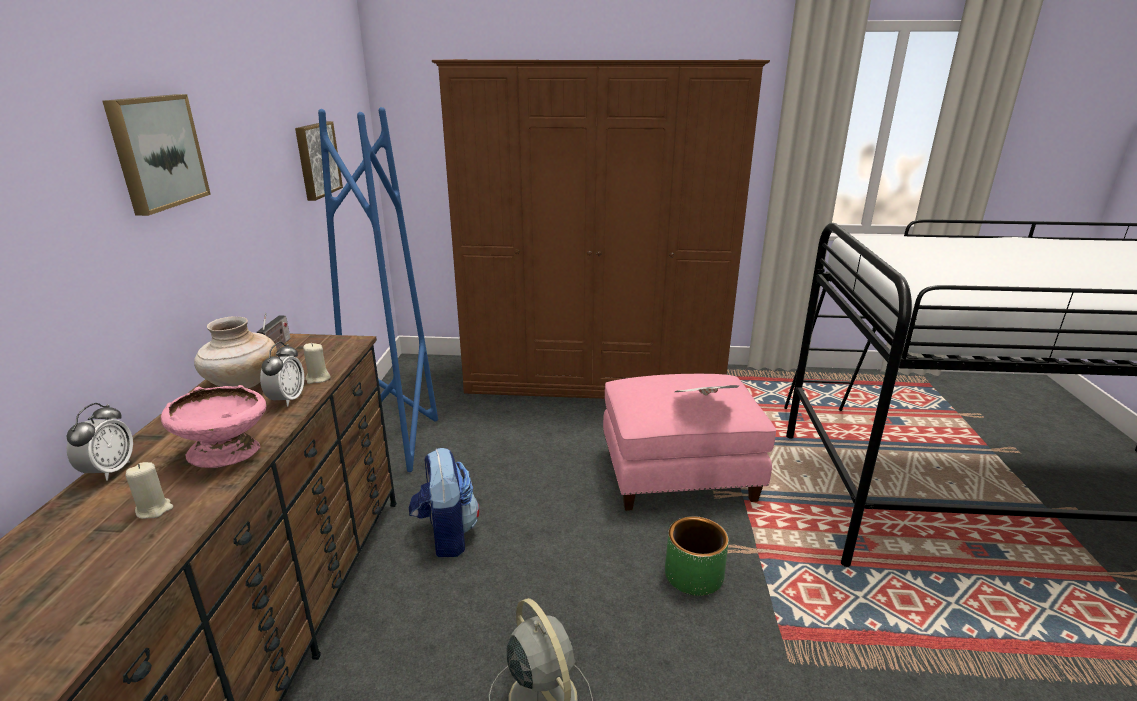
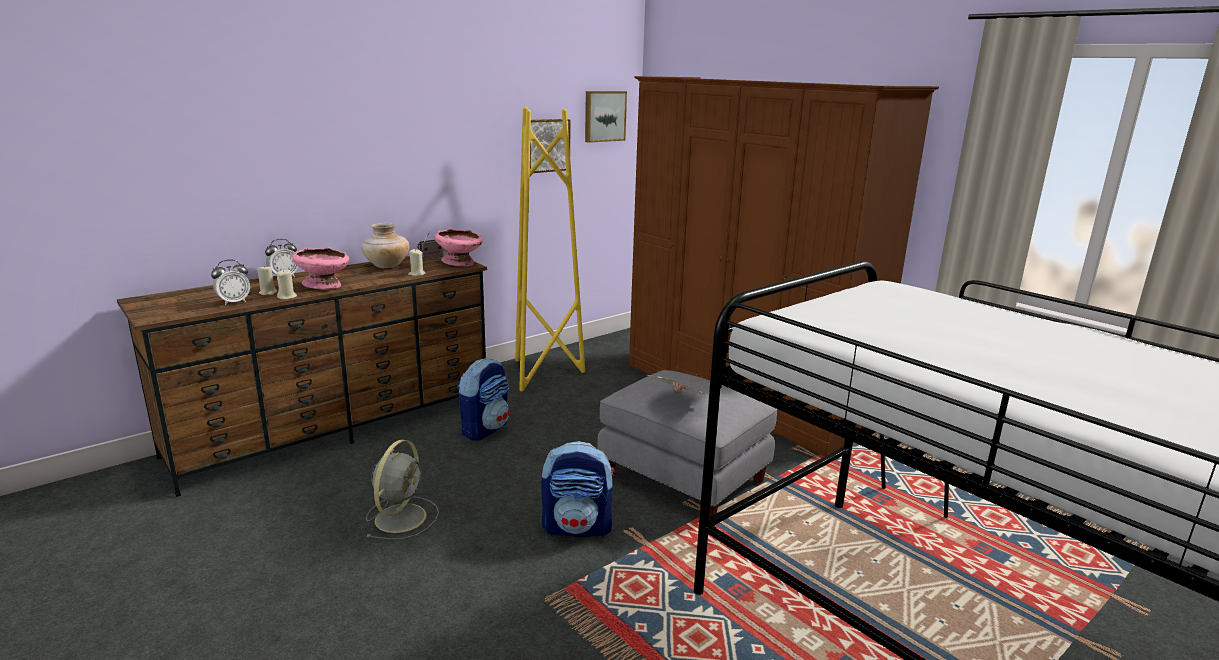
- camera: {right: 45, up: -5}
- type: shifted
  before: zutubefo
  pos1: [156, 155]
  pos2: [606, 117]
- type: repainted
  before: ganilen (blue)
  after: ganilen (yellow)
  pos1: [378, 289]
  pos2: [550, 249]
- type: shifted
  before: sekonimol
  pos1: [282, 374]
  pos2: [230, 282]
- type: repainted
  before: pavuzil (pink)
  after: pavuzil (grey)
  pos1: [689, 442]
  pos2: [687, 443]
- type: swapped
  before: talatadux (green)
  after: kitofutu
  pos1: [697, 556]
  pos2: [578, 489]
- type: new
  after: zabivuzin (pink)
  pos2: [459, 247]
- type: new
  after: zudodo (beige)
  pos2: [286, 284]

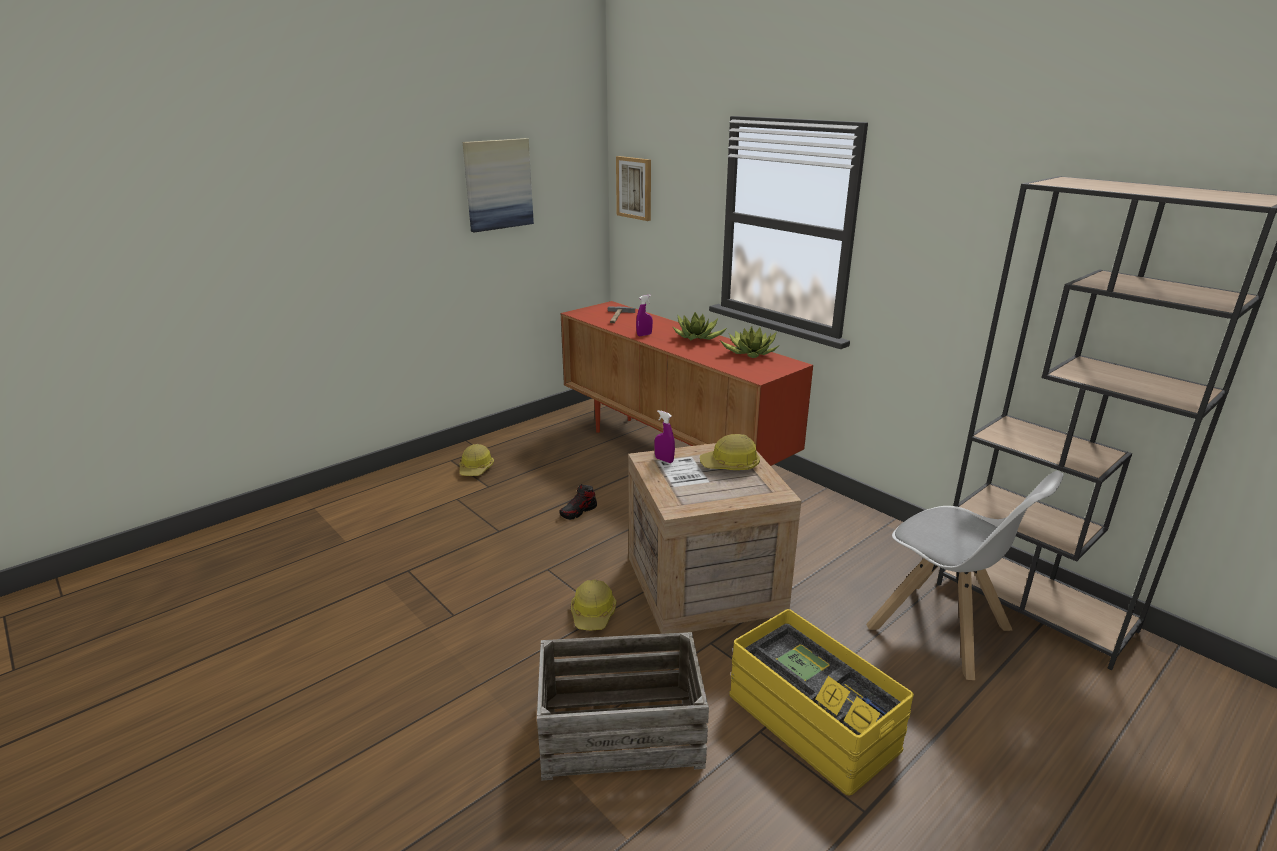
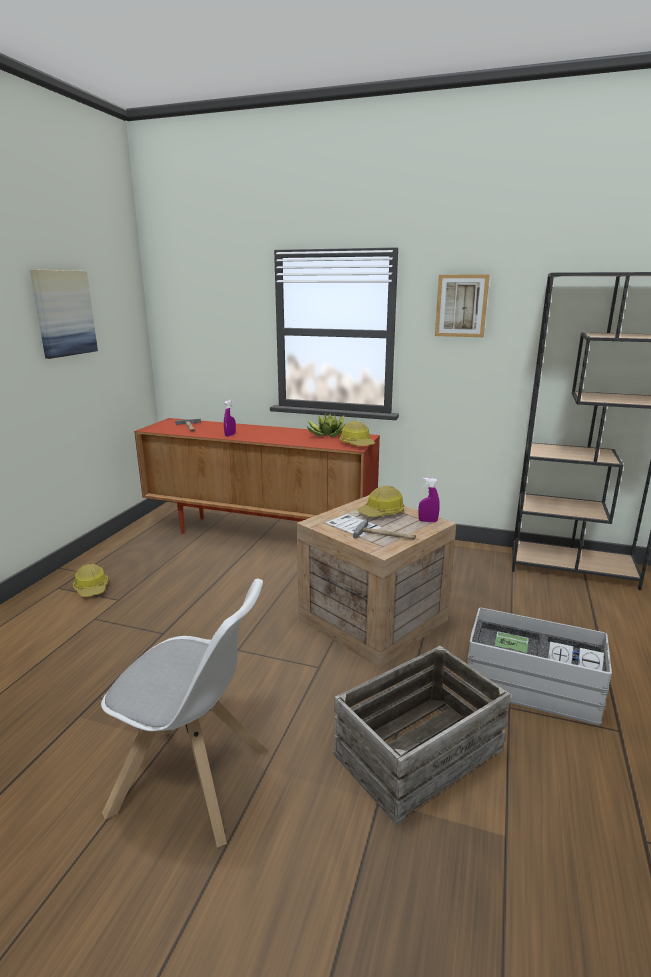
- camera: {right: -30, up: -5}
- type: shifted
  before: zutubefo
  pos1: [633, 188]
  pos2: [462, 305]
- type: gone
  before: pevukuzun
  pos1: [700, 326]
- type: shifted
  before: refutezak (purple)
  pos1: [664, 436]
  pos2: [429, 500]
- type: shifted
  before: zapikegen
  pos1: [965, 575]
  pos2: [184, 713]
- type: gone
  before: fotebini
  pos1: [578, 502]
- type: shifted
  before: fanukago
  pos1: [593, 604]
  pos2: [357, 433]
- type: repainted
  before: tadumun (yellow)
  after: tadumun (grey)
  pos1: [821, 702]
  pos2: [538, 666]
- type: new
  after: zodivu
  pos2: [384, 529]

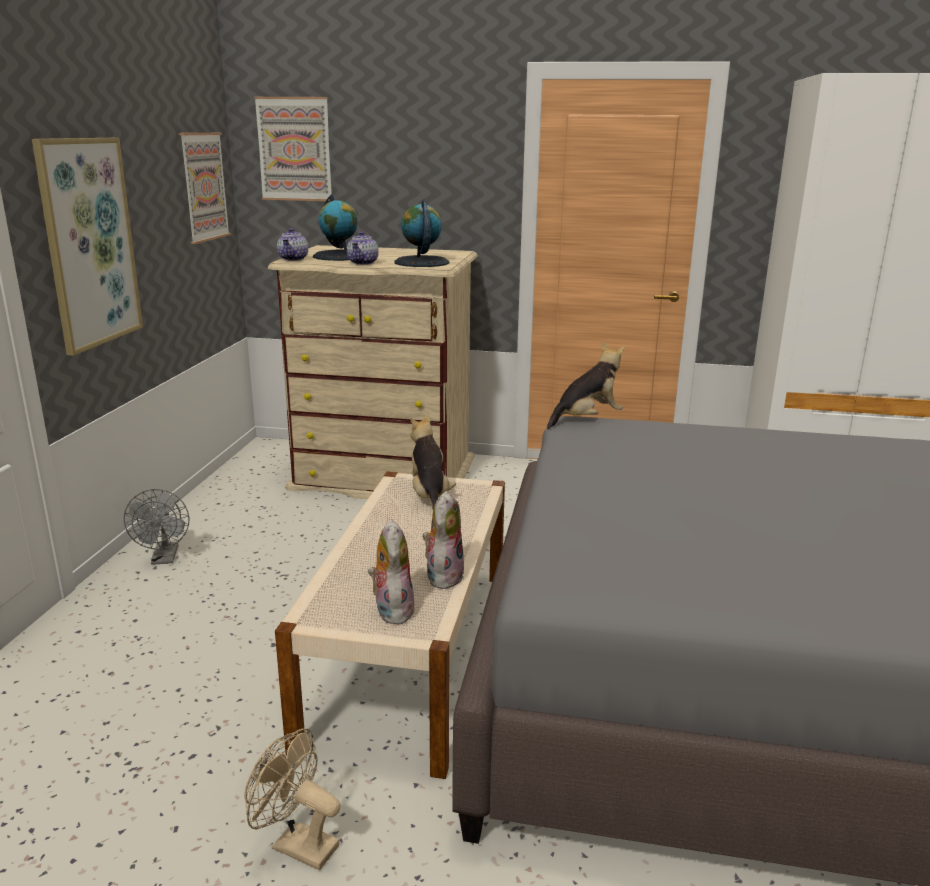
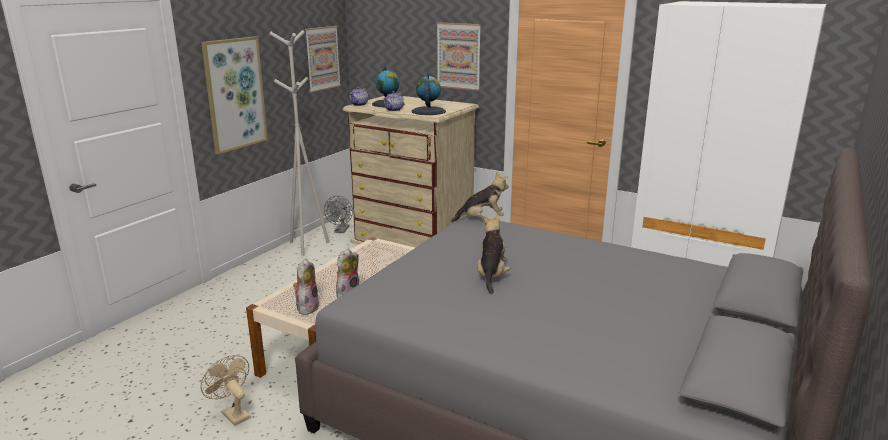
- camera: {right: 20, up: 0}
- type: shifted
  before: zutubefo
  pos1: [293, 149]
  pos2: [459, 56]
- type: shifted
  before: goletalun
  pos1: [433, 461]
  pos2: [494, 254]
- type: shifted
  before: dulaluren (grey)
  pos1: [156, 527]
  pos2: [338, 214]
- type: new
  after: ganilen (grey)
  pos2: [299, 143]

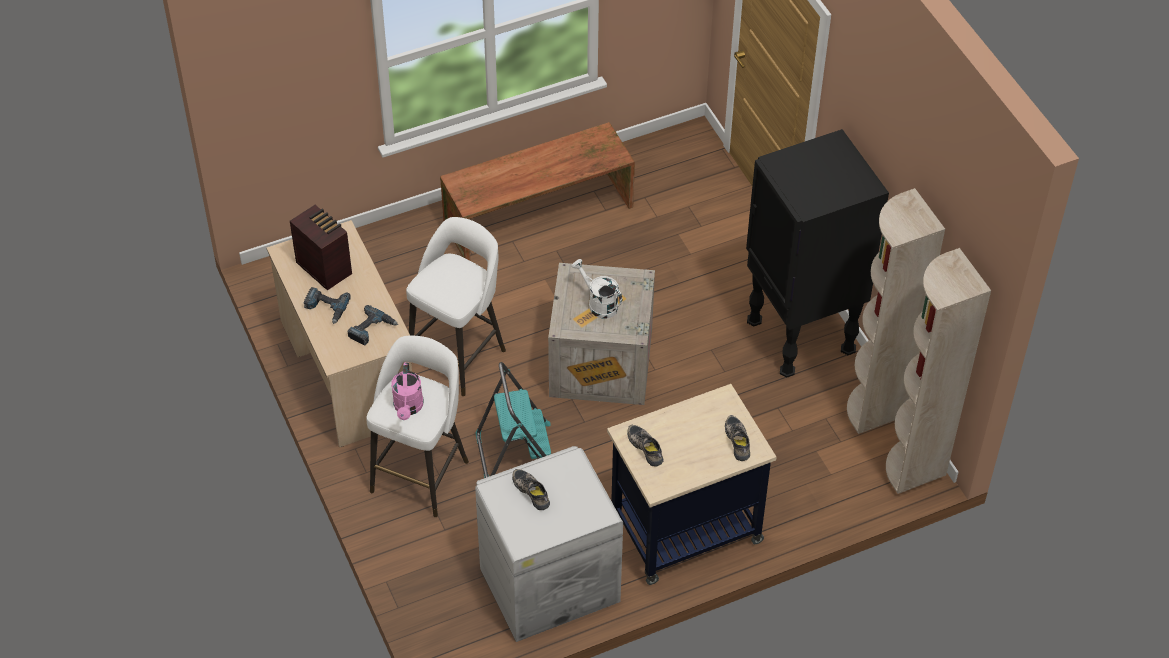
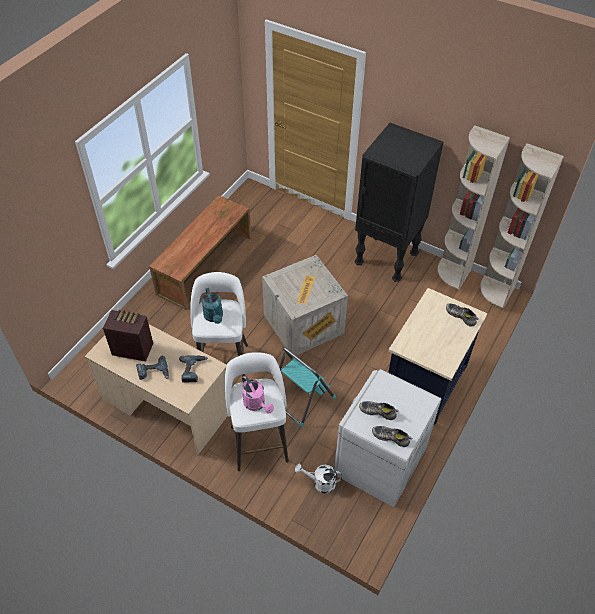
- camera: {right: -35, up: 0}
- type: shifted
  before: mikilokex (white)
  pos1: [597, 288]
  pos2: [318, 478]
- type: shifted
  before: fotebini
  pos1: [645, 445]
  pos2: [392, 436]
- type: new
  after: mikilokex (turquoise)
  pos2: [212, 306]

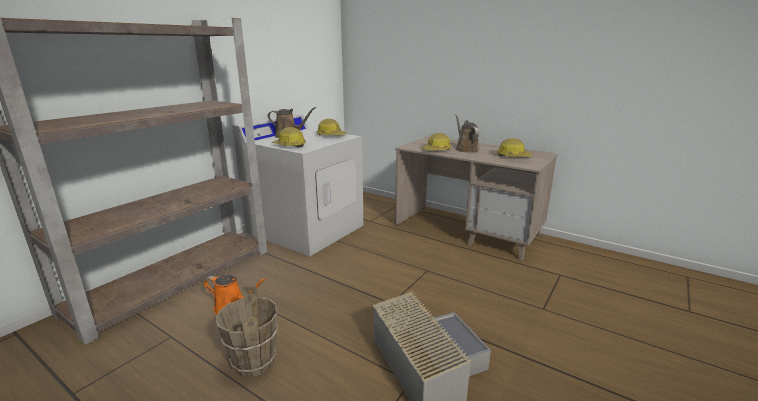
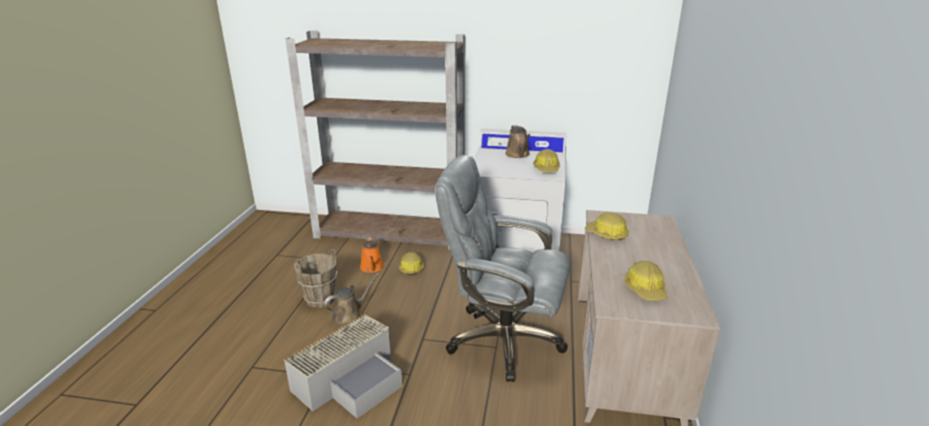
- camera: {right: 65, up: 5}
- type: shifted
  before: mikilokex (brown)
  pos1: [467, 133]
  pos2: [351, 299]
- type: shifted
  before: fanukago
  pos1: [289, 137]
  pos2: [411, 263]
- type: new
  after: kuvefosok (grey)
  pos2: [502, 268]

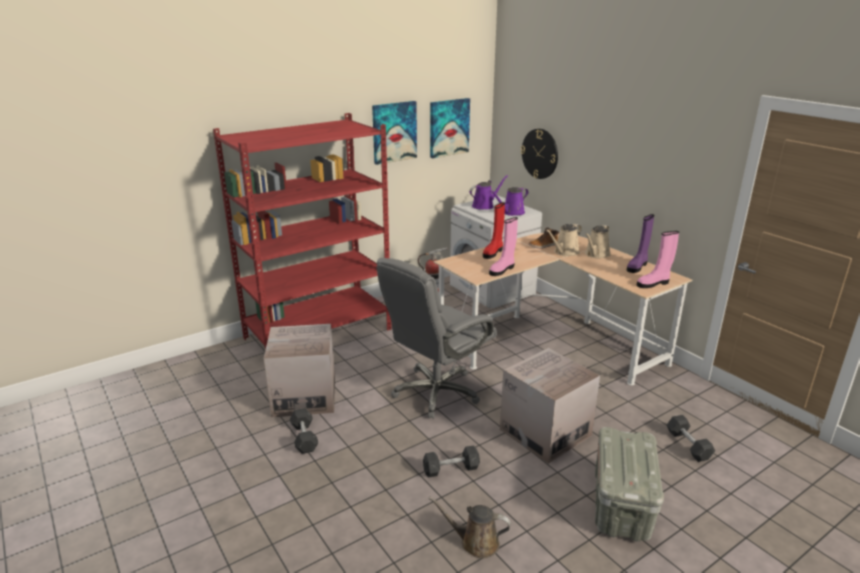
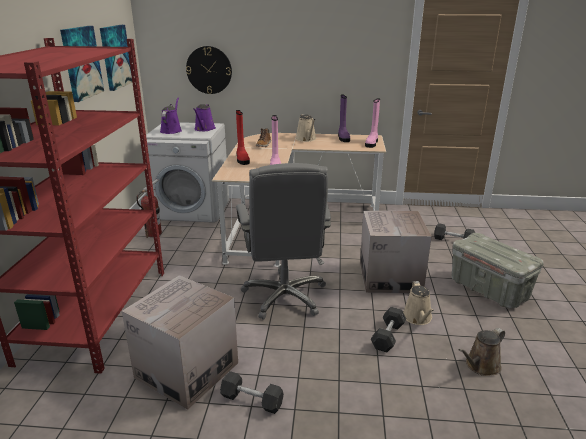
- camera: {right: -50, up: 0}
- type: shifted
  before: mikilokex (beige)
  pos1: [564, 240]
  pos2: [418, 303]

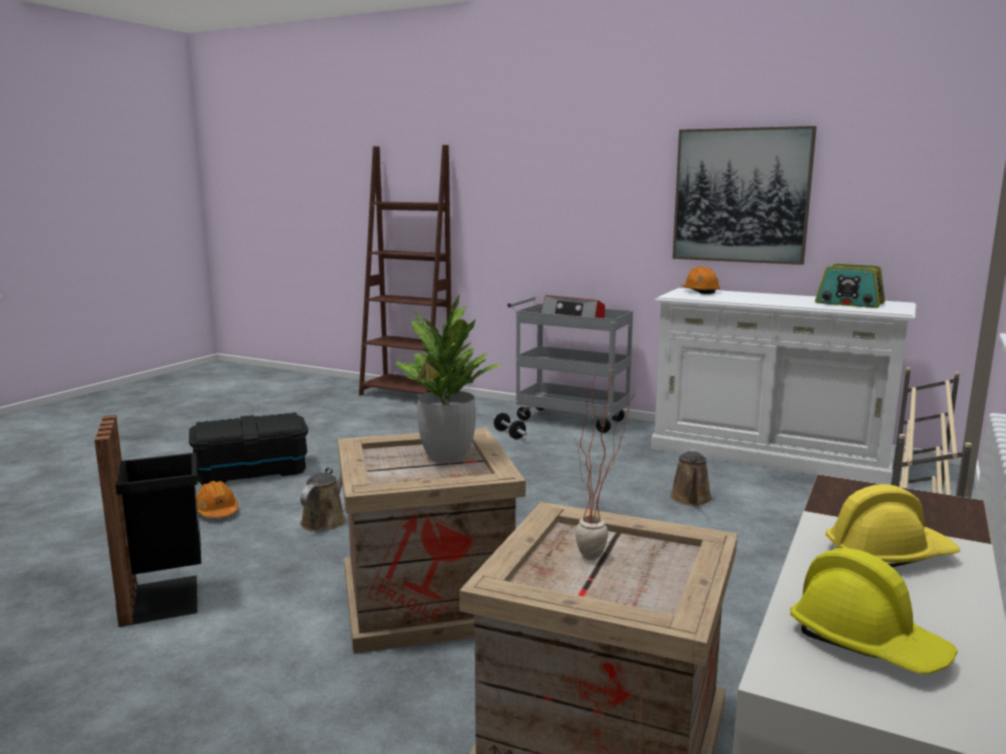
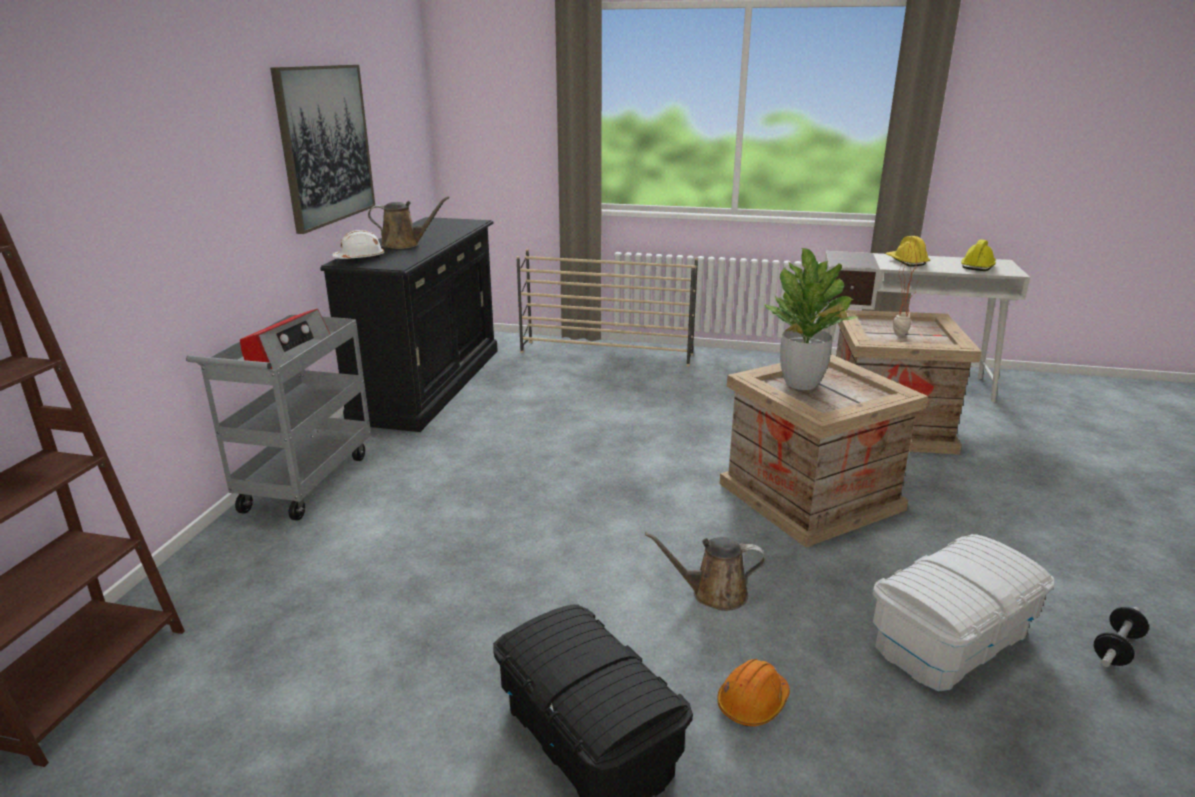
- camera: {right: -105, up: 10}
- type: gone
  before: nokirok
  pos1: [850, 286]
- type: repainted
  before: fanukago (orange)
  after: fanukago (white)
  pos1: [700, 280]
  pos2: [358, 244]
- type: repainted
  before: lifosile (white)
  after: lifosile (black)
  pos1: [783, 386]
  pos2: [409, 324]
- type: shifted
  before: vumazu
  pos1: [510, 426]
  pos2: [1121, 637]
- type: swapped
  before: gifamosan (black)
  after: tadumun (white)
  pos1: [147, 521]
  pos2: [963, 613]
- type: shifted
  before: mikilokex (brown)
  pos1: [691, 477]
  pos2: [409, 222]

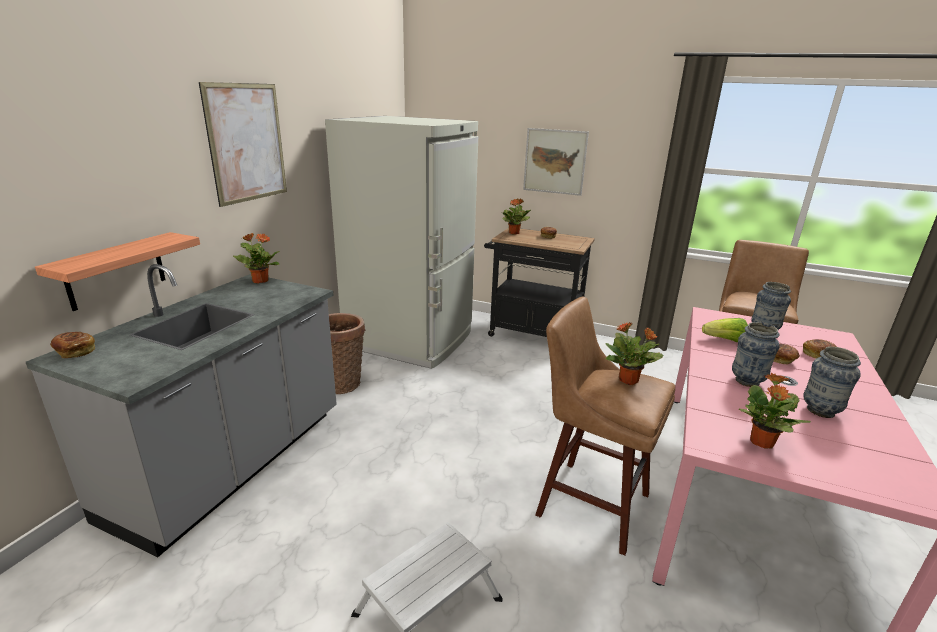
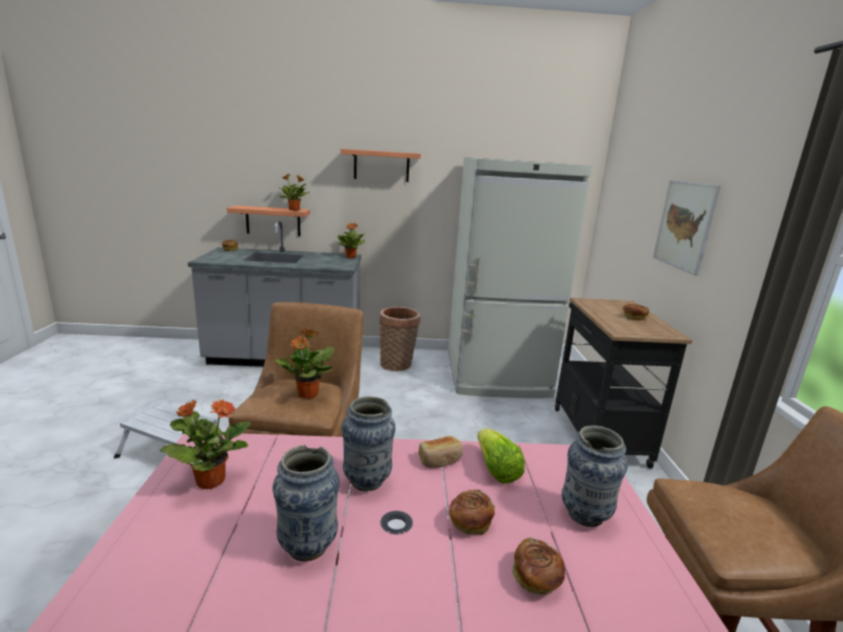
- camera: {right: 65, up: -5}
- type: swapped
  before: zutubefo
  after: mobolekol
  pos1: [243, 144]
  pos2: [381, 165]
- type: shifted
  before: pevukuzun
  pos1: [516, 216]
  pos2: [294, 192]
- type: new
  after: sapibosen
  pos2: [441, 452]

